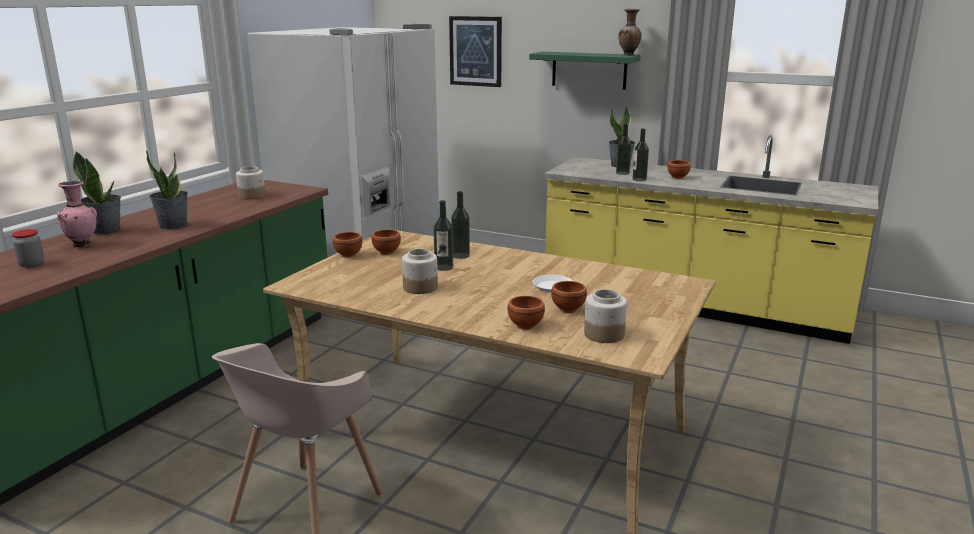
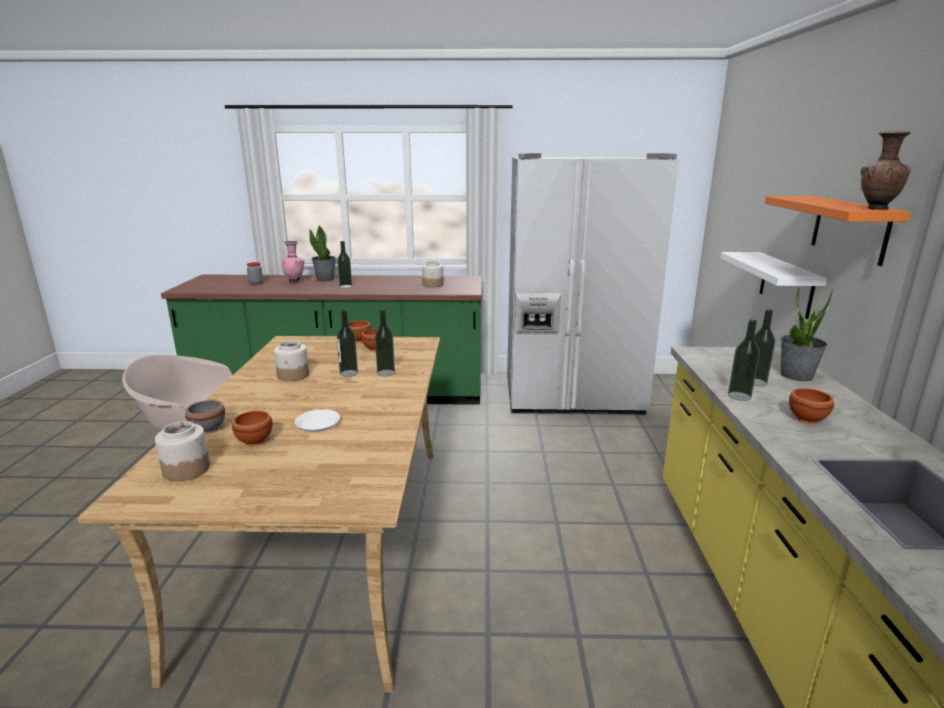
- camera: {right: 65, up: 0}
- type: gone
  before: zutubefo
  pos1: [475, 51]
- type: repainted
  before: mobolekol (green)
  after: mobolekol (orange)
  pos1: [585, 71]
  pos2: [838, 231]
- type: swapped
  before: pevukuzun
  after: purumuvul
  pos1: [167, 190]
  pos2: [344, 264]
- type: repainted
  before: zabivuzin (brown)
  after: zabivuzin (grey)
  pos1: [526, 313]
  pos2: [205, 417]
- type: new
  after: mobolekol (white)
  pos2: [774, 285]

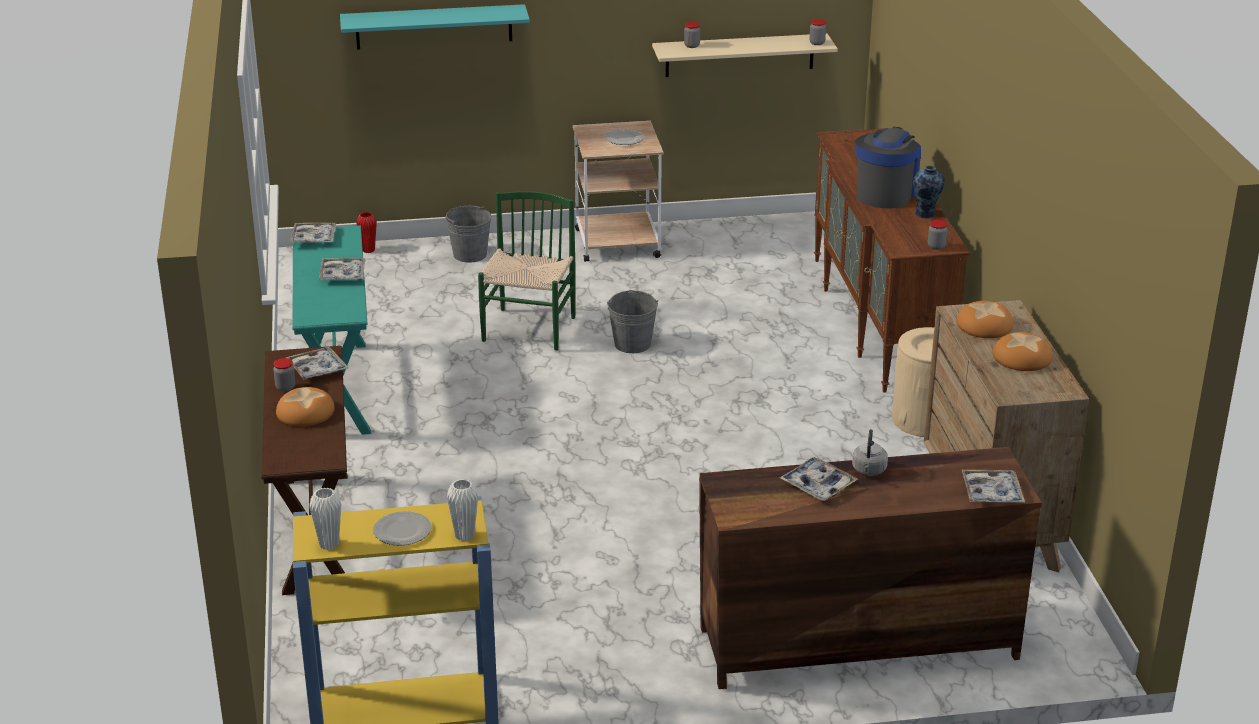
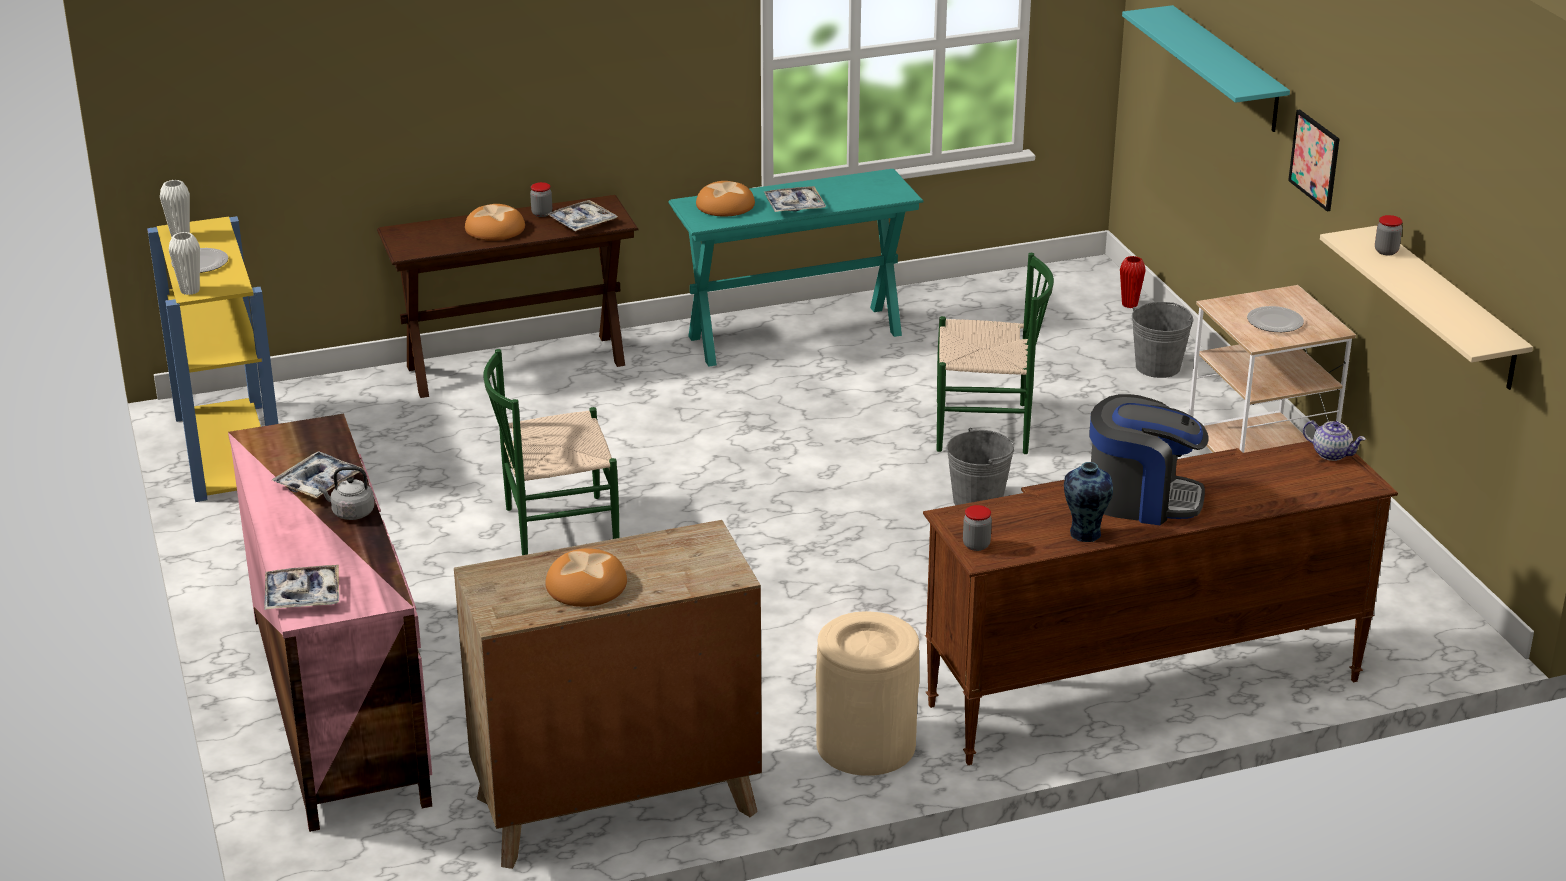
- camera: {right: 80, up: 0}
- type: gone
  before: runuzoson
  pos1: [818, 32]
- type: gone
  before: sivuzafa
  pos1: [313, 233]
- type: shifted
  before: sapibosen
  pos1: [985, 319]
  pos2: [725, 198]
- type: repainted
  before: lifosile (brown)
  after: lifosile (pink)
  pos1: [870, 568]
  pos2: [330, 623]
- type: new
  after: zutubefo
  pos2: [1313, 160]
- type: new
  after: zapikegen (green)
  pos2: [551, 452]
- type: new
  after: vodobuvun
  pos2: [1334, 440]

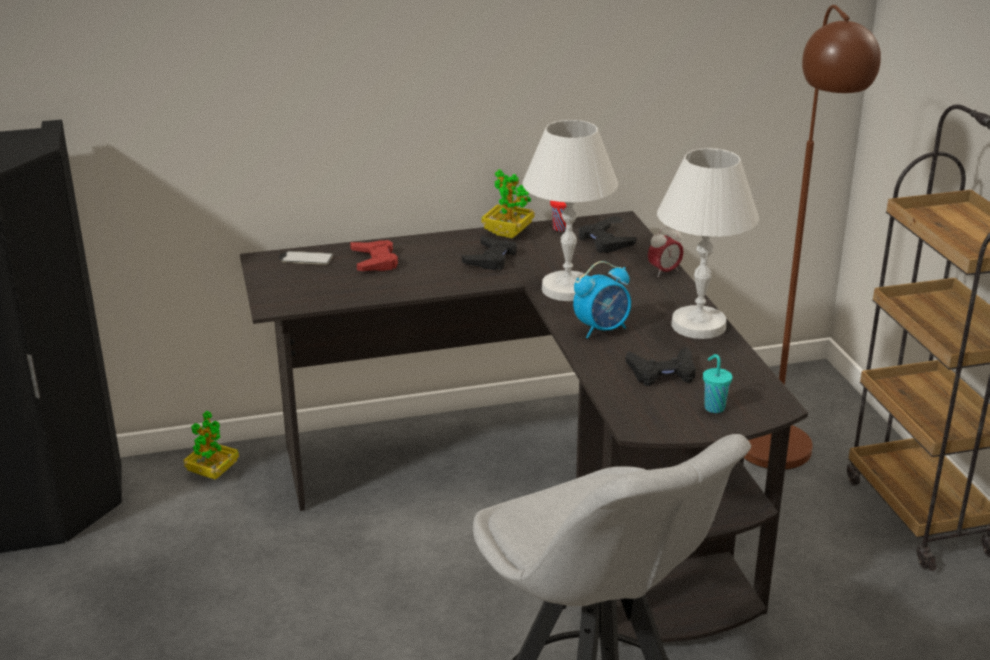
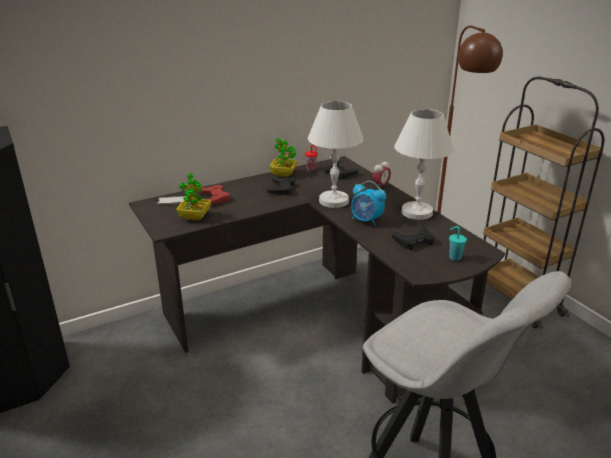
- camera: {right: -15, up: 0}
- type: rotated
  before: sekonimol
  pos1: [602, 300]
  pos2: [368, 203]
  turn: 75
- type: shifted
  before: pevukuzun
  pos1: [211, 445]
  pos2: [193, 196]

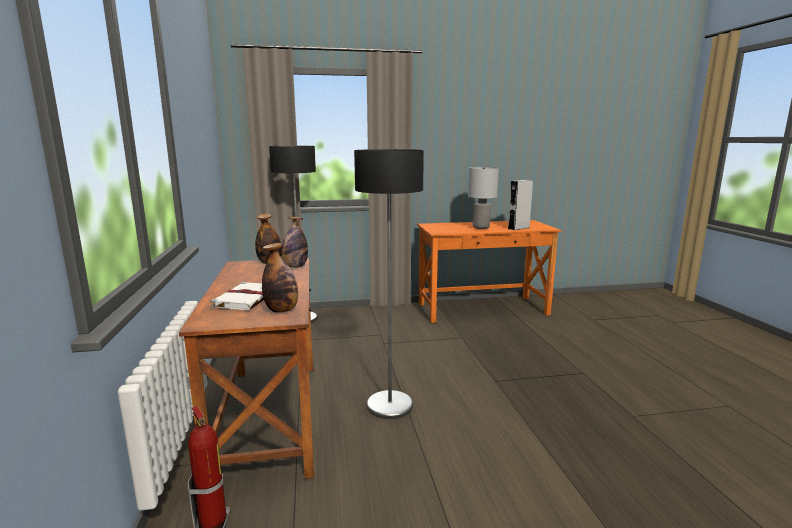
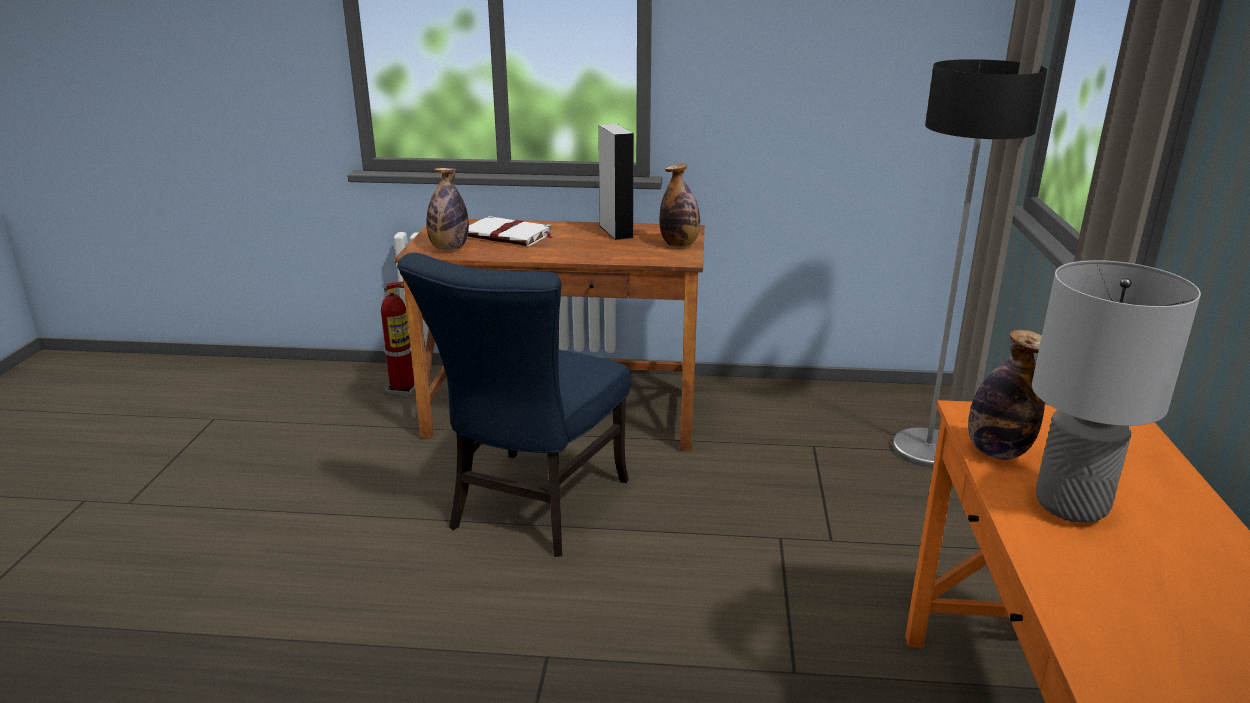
- camera: {right: 105, up: 10}
- type: swapped
  before: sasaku
  after: zapikegen (blue)
  pos1: [389, 284]
  pos2: [514, 405]
- type: shifted
  before: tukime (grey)
  pos1: [520, 205]
  pos2: [616, 182]
- type: shifted
  before: purumuvul
  pos1: [294, 242]
  pos2: [1006, 395]

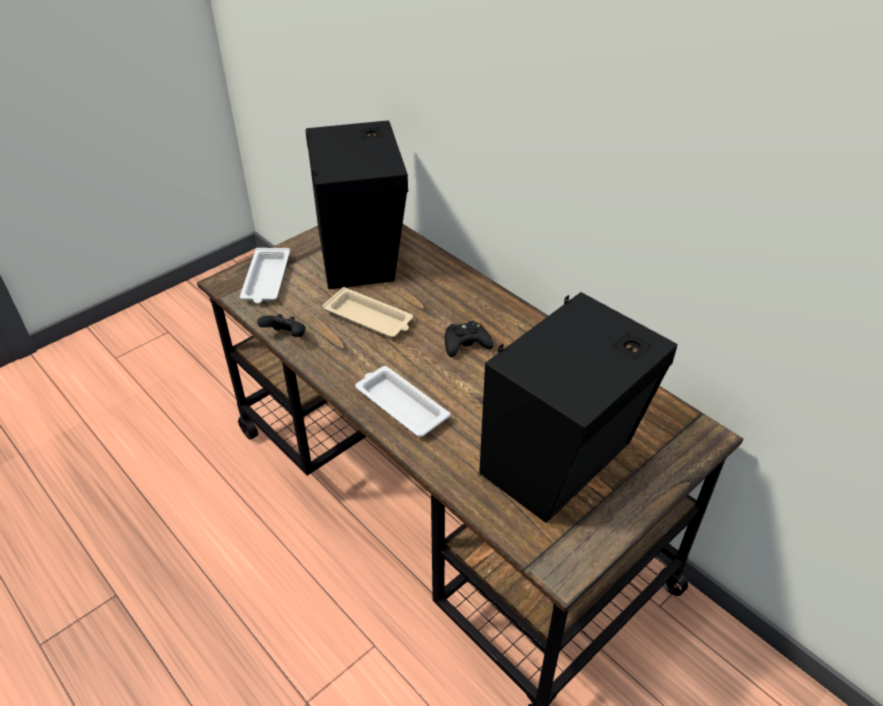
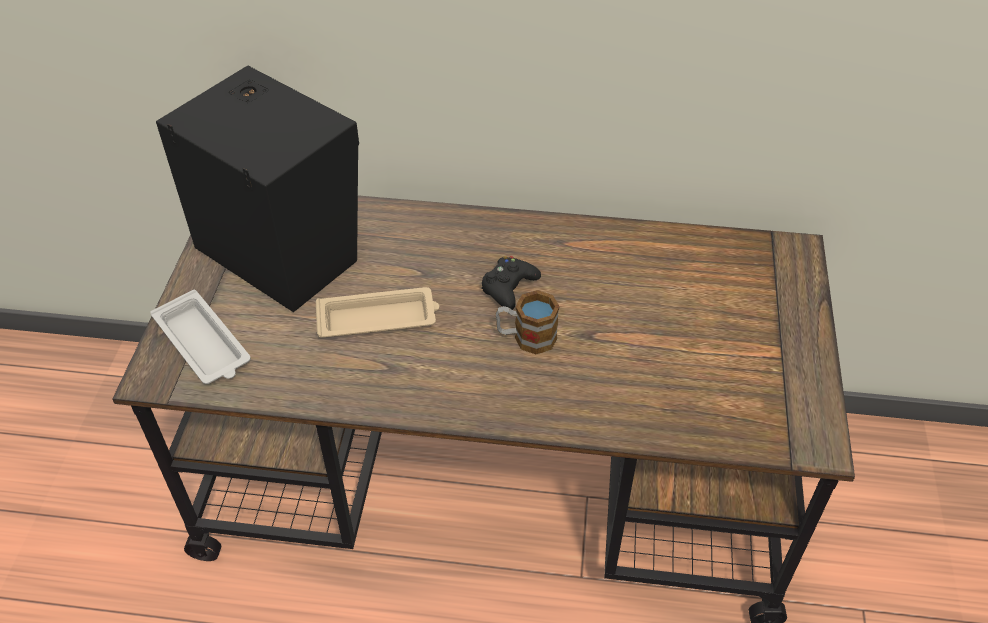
- camera: {right: -40, up: 5}
- type: gone
  before: tukime (black)
  pos1: [578, 407]
- type: gone
  before: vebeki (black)
  pos1: [281, 325]
- type: gone
  before: sivuzafa (white)
  pos1: [402, 401]
- type: new
  after: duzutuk
  pos2: [528, 322]

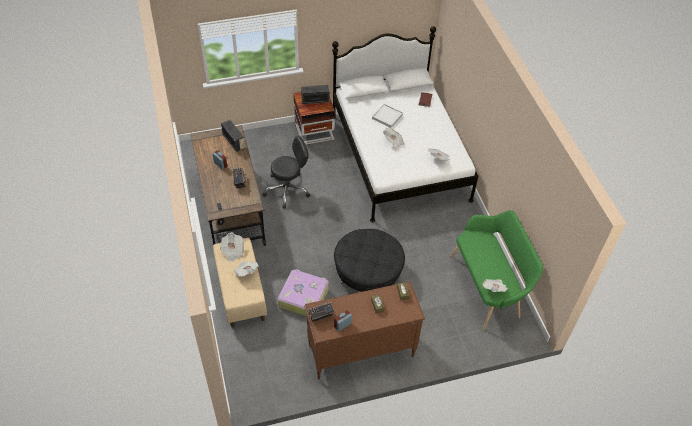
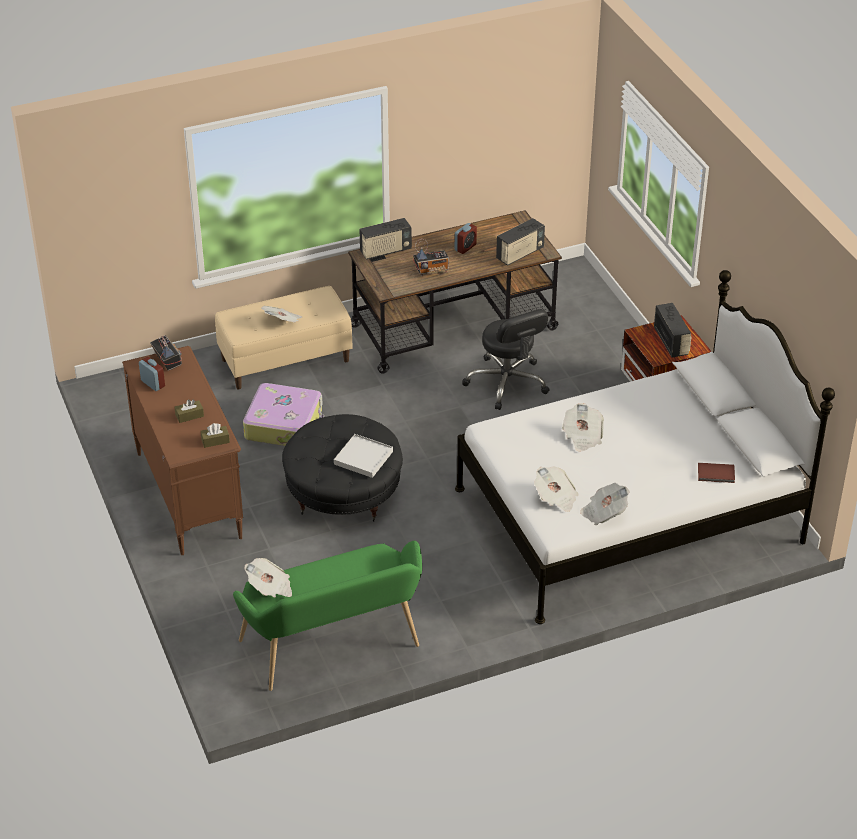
- camera: {right: 85, up: -10}
- type: shifted
  before: sivuzafa (white)
  pos1: [387, 116]
  pos2: [363, 456]
- type: shifted
  before: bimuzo
  pos1: [232, 247]
  pos2: [605, 504]
- type: new
  after: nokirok
  pos2: [385, 239]

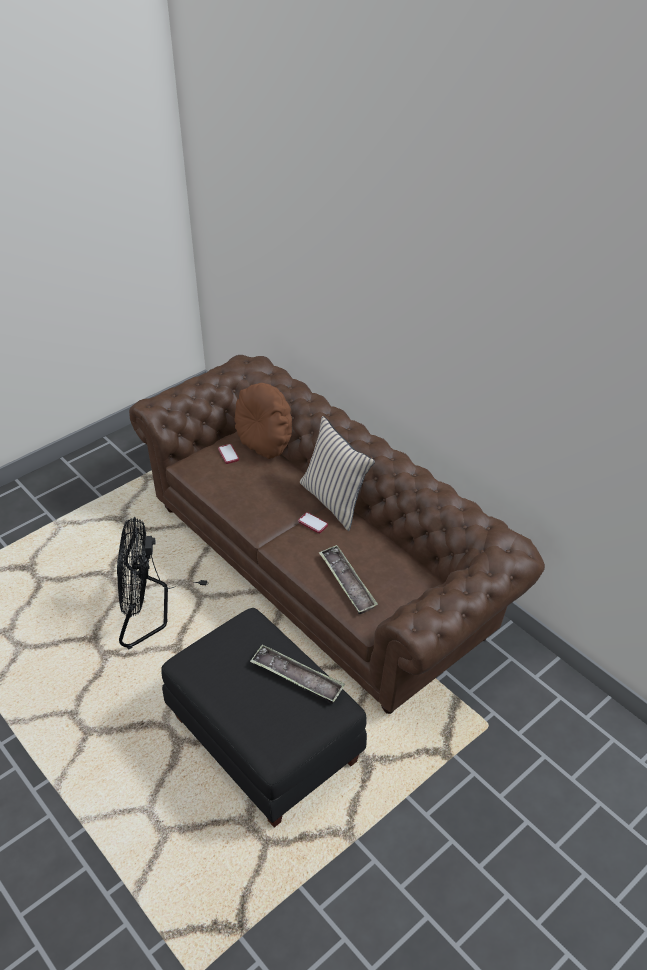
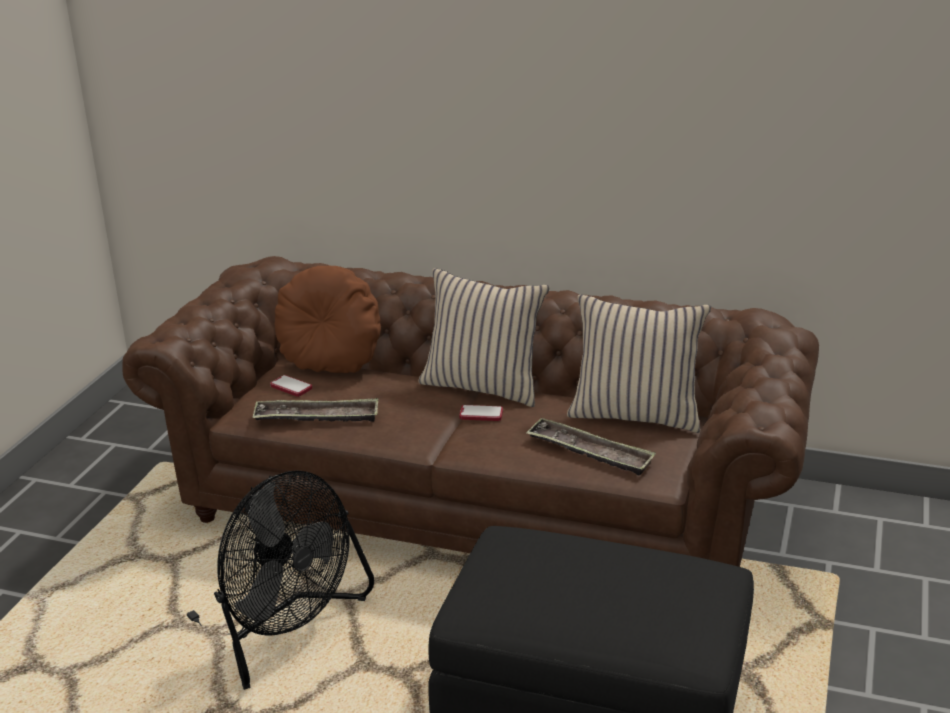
- camera: {right: -30, up: -15}
- type: rotated
  before: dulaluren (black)
  pos1: [162, 583]
  pos2: [280, 580]
  turn: -105
- type: shifted
  before: sivuzafa
  pos1: [297, 674]
  pos2: [315, 410]
- type: new
  after: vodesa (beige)
  pos2: [639, 364]

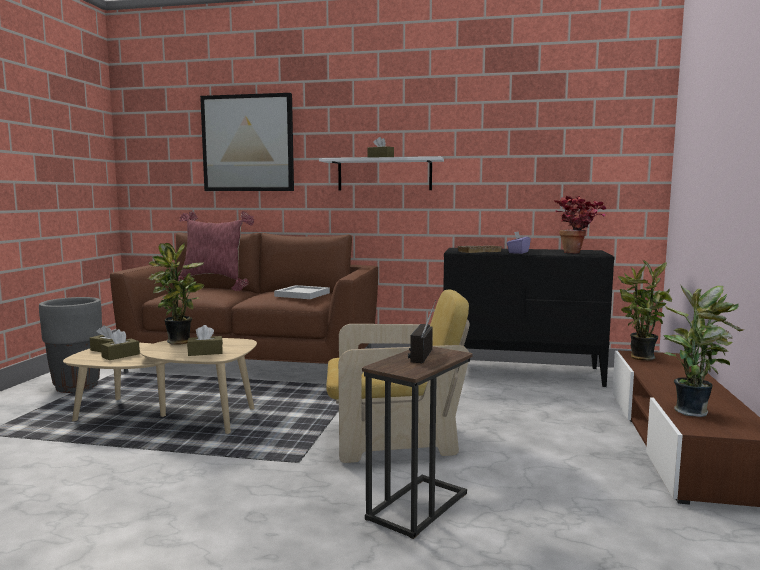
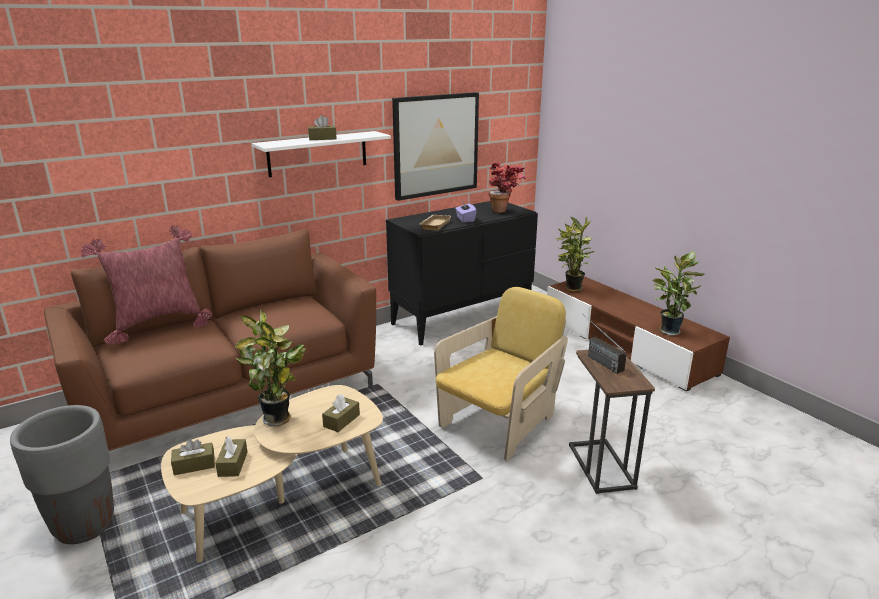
- camera: {right: -45, up: 15}
- type: shifted
  before: zutubefo
  pos1: [247, 142]
  pos2: [435, 146]
- type: gone
  before: sivuzafa (white)
  pos1: [302, 292]

